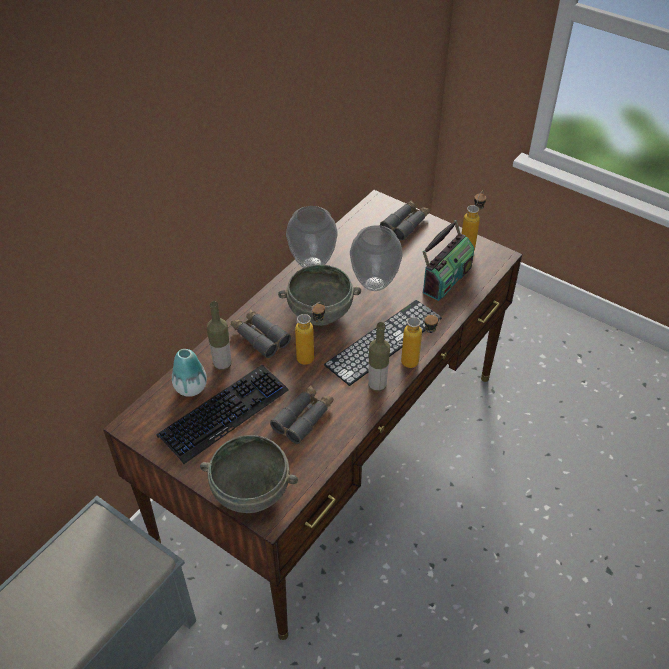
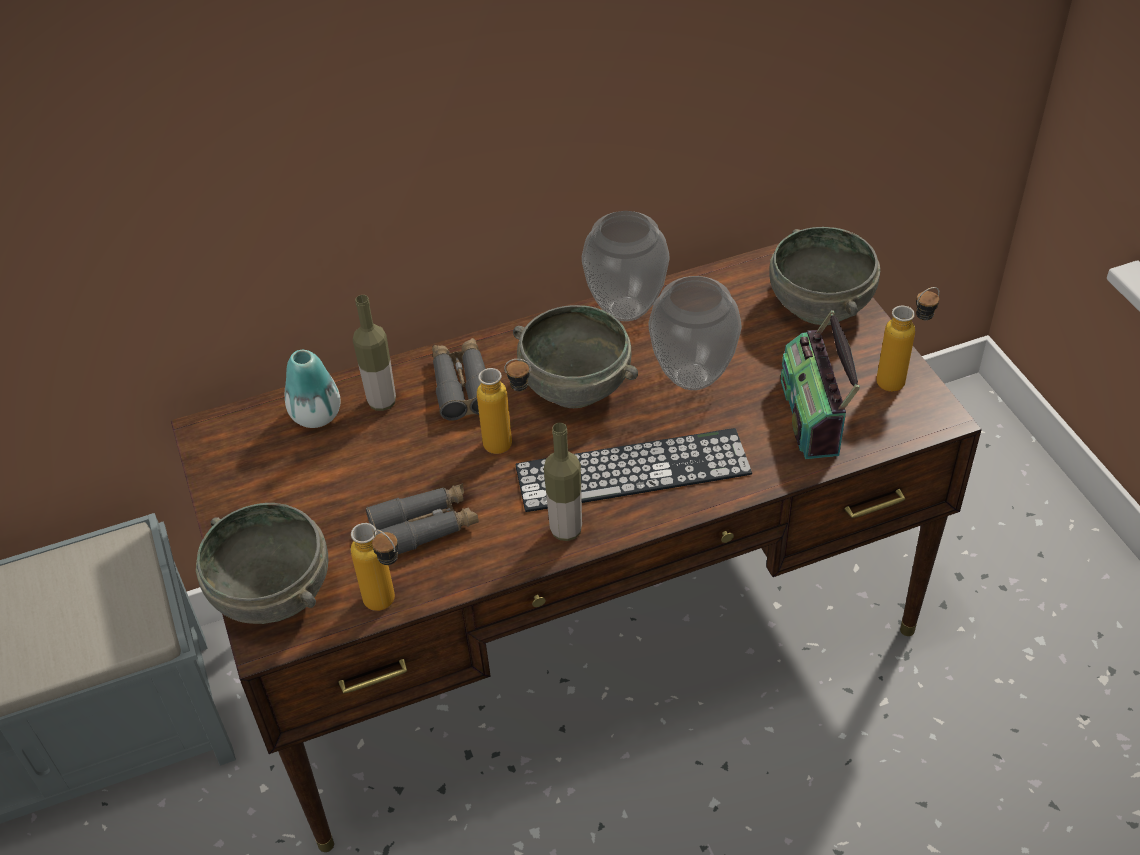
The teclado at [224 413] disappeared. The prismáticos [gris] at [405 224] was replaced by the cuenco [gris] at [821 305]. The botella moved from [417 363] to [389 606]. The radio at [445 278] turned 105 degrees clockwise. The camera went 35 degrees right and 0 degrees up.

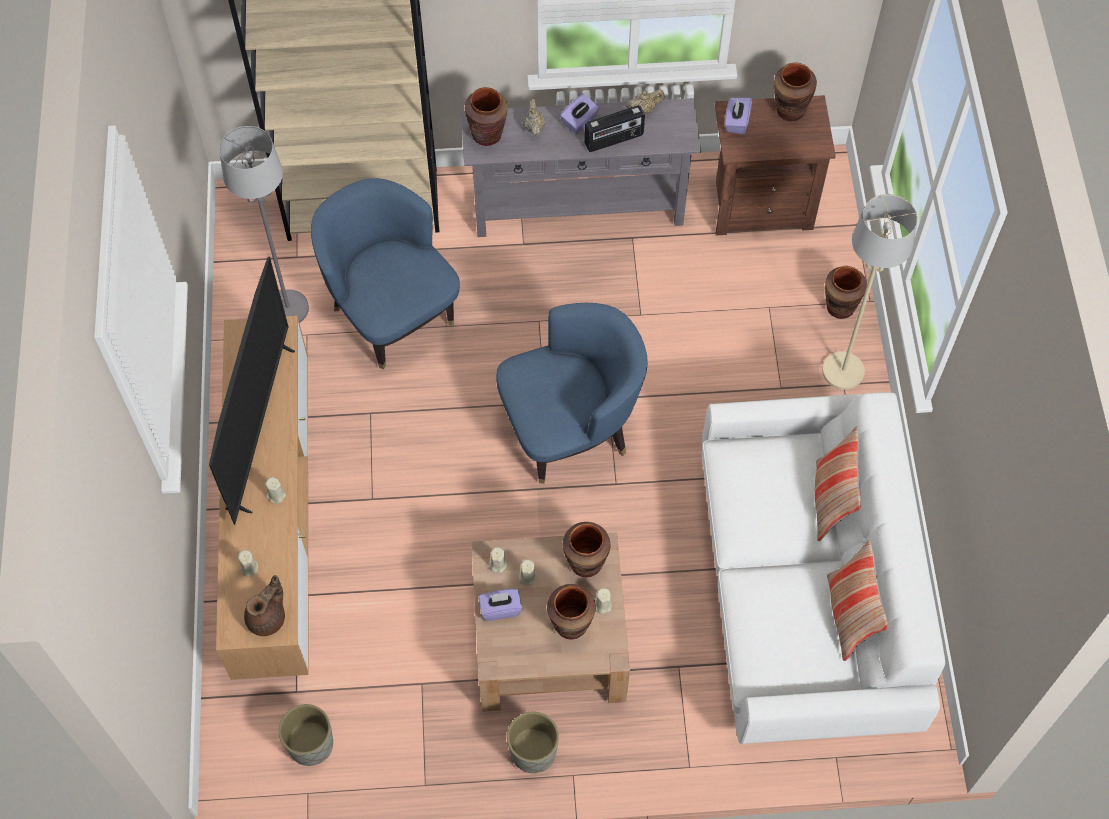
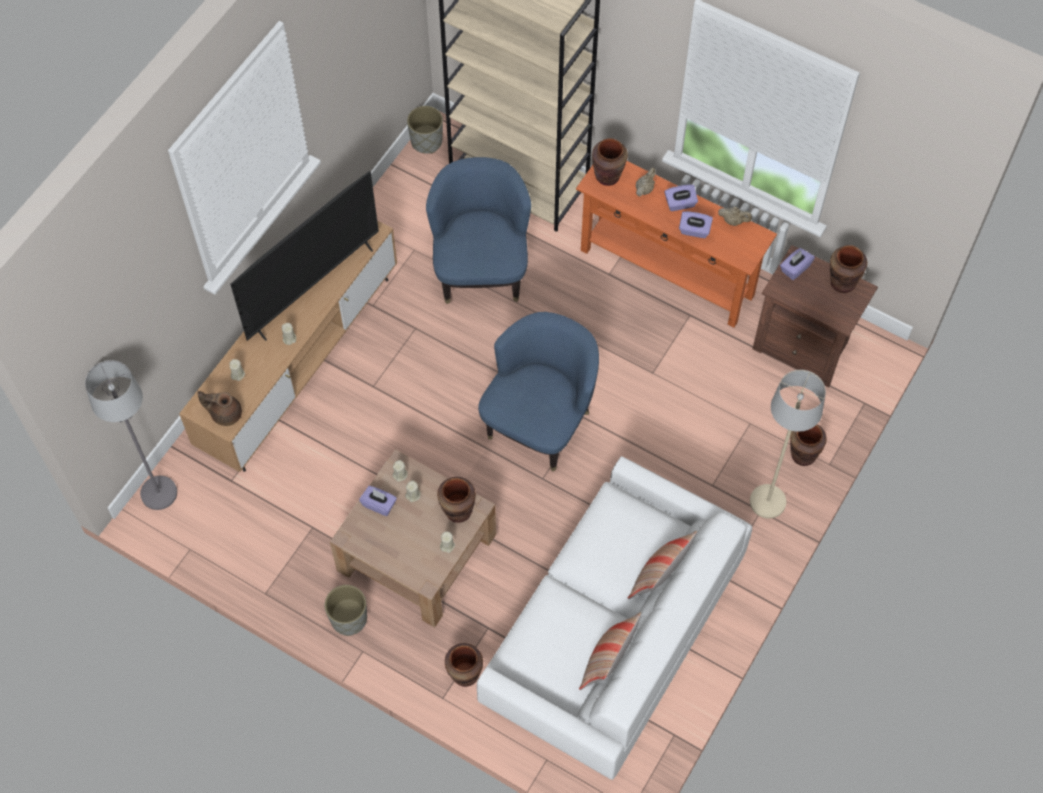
The lámpara de pie [gris] moved from [288 309] to [159 493]. The tetera [marrón] at [268 618] turned 150 degrees counterclockwise. The maceta [gris] moved from [310 745] to [426 142]. The mesa consola [gris] at [578 209] became the mesa consola [naranja] at [667 272]. The sillón [azul] at [570 430] turned 75 degrees counterclockwise. The florero [marrón] moved from [571 625] to [465 674]. The radio at [614 140] was replaced by the caja de pañuelos [morado] at [694 230]. The camera went 35 degrees right and 0 degrees up.

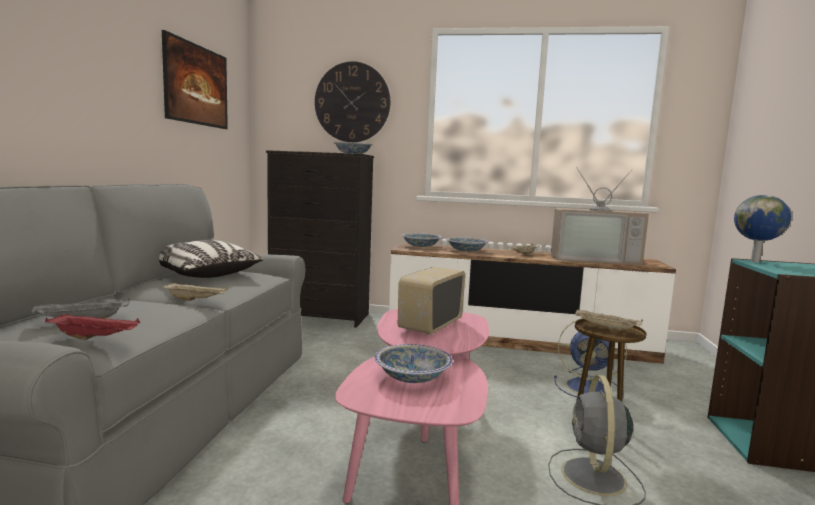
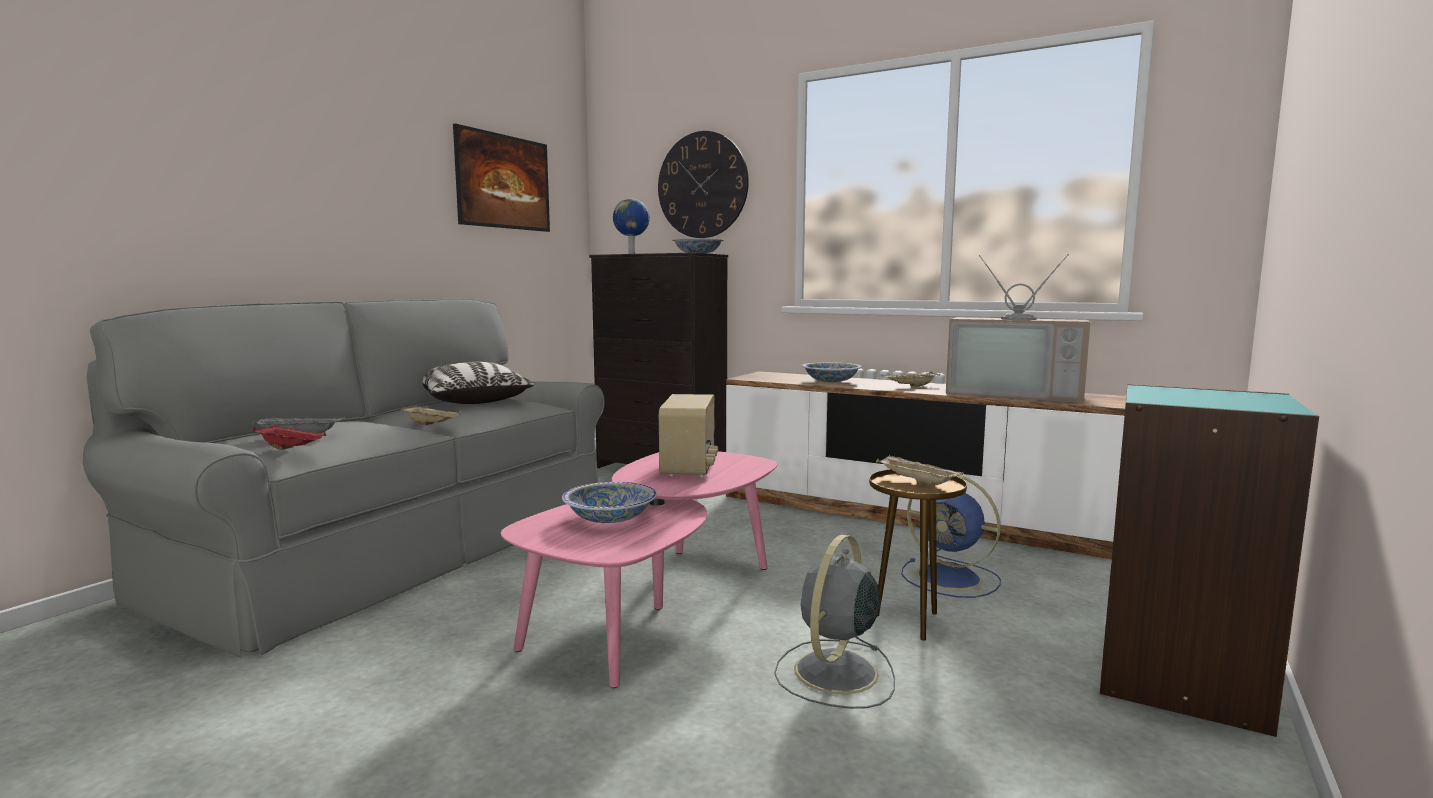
The radio at [430 325] turned 135 degrees clockwise. The cuenco at [421 246] disappeared. The globo terráqueo moved from [755 261] to [632 253]. The camera went 20 degrees right and 0 degrees up.

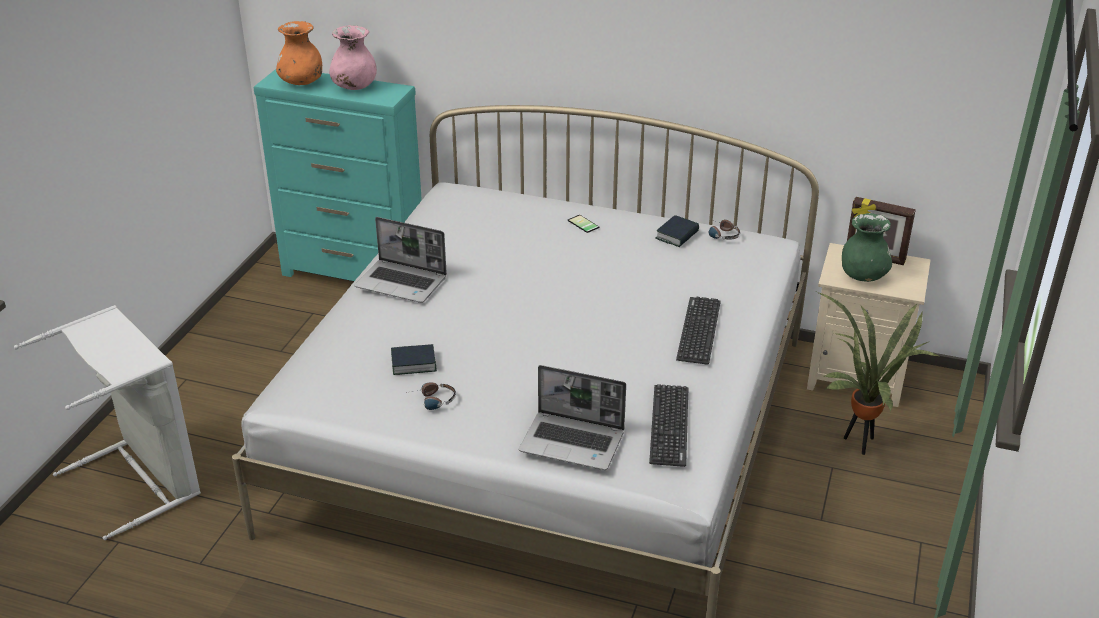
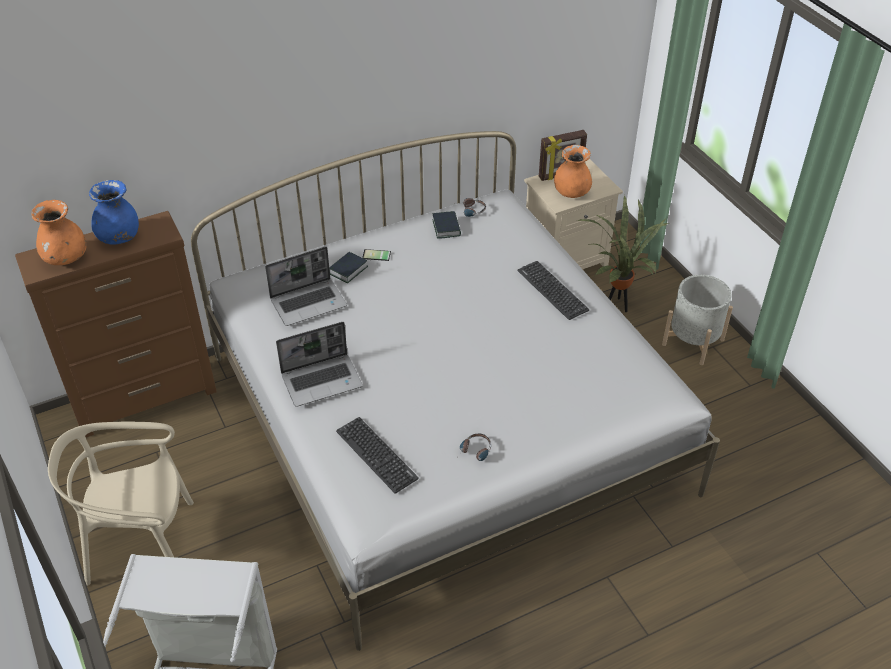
The cómoda [turquesa] at [355 275] became the cómoda [marrón] at [146 399]. The florero [rosa] at [354 87] became the florero [azul] at [119 238]. The libro moved from [413 363] to [348 270]. The portátil moved from [573 442] to [309 302]. The teclado moved from [669 425] to [376 455]. The florero [verde] at [862 276] became the florero [naranja] at [571 193]. The silla [beis] at [143 546] appeared. The maceta [gris] at [693 342] appeared. The camera went 45 degrees left and 10 degrees up.

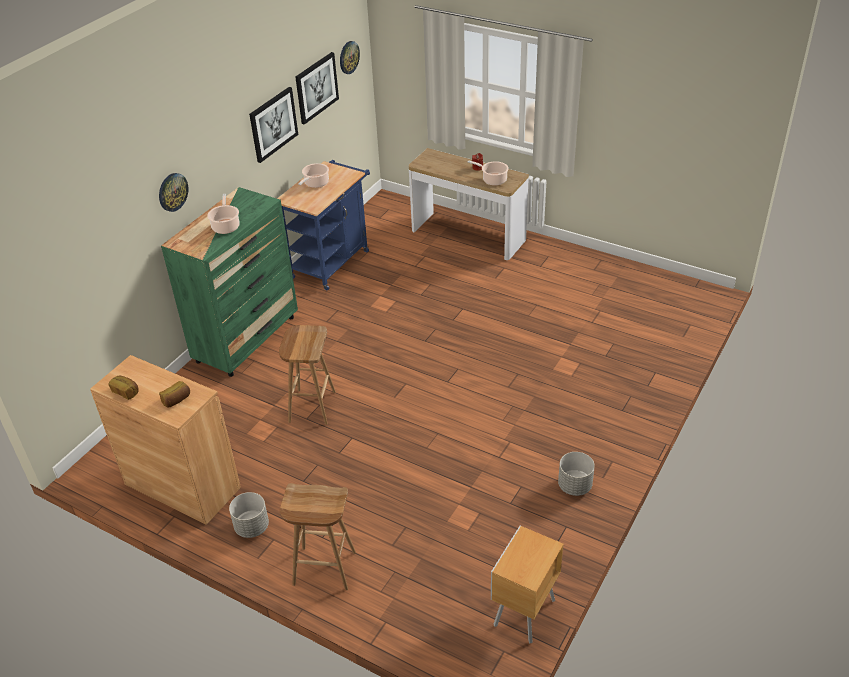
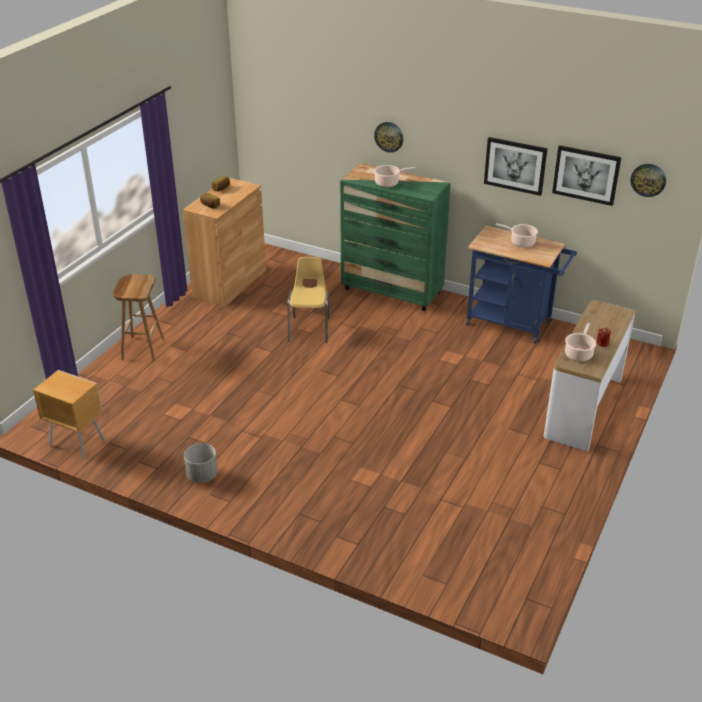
The maceta [gris] at [252 527] disappeared. The taburete [marrón] at [311 406] was replaced by the silla [amarillo] at [310 329]. The camera went 85 degrees right and 5 degrees down.

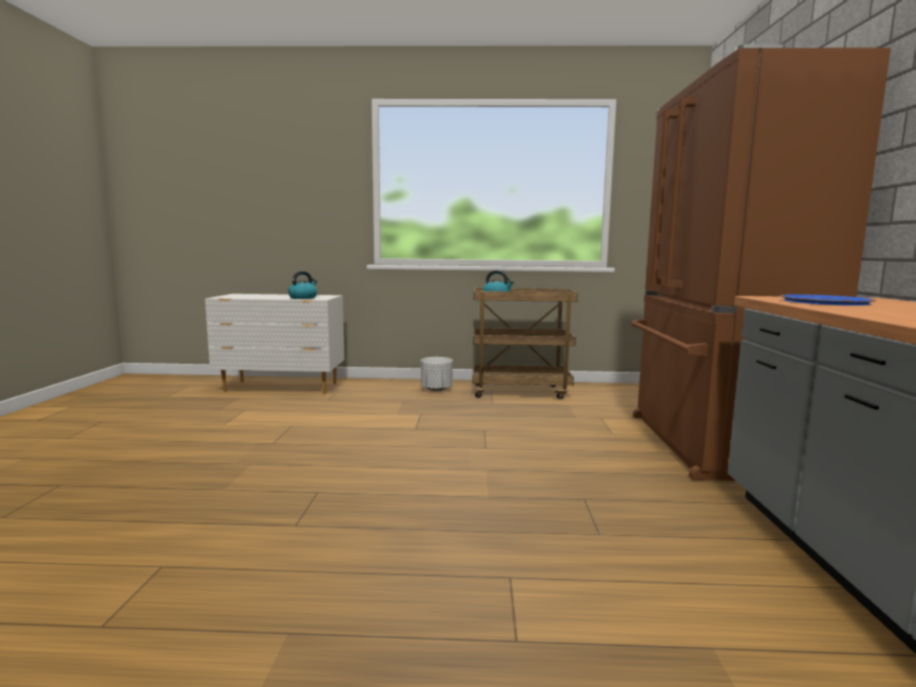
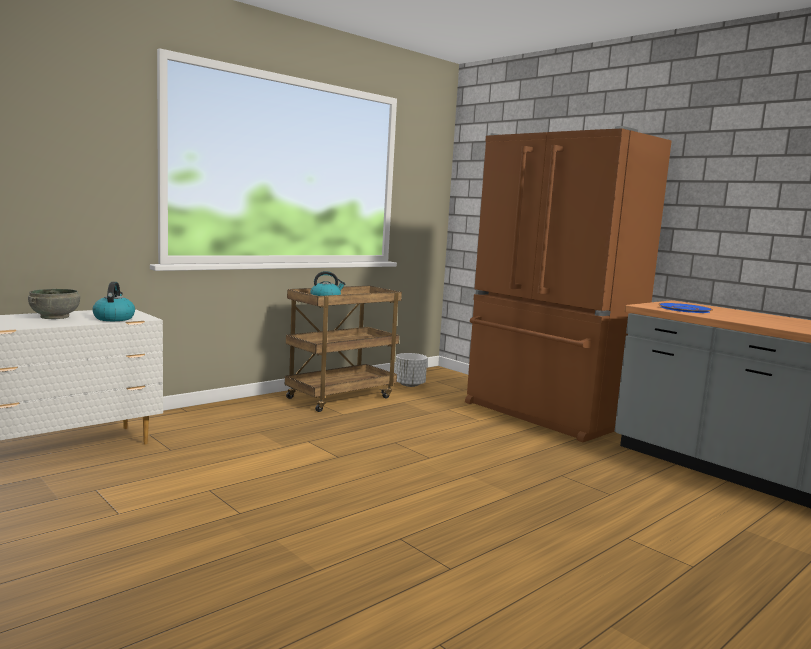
The maceta [blanco] moved from [436 389] to [410 385]. The cuenco [gris] at [55 317] appeared. The camera went 45 degrees left and 0 degrees up.

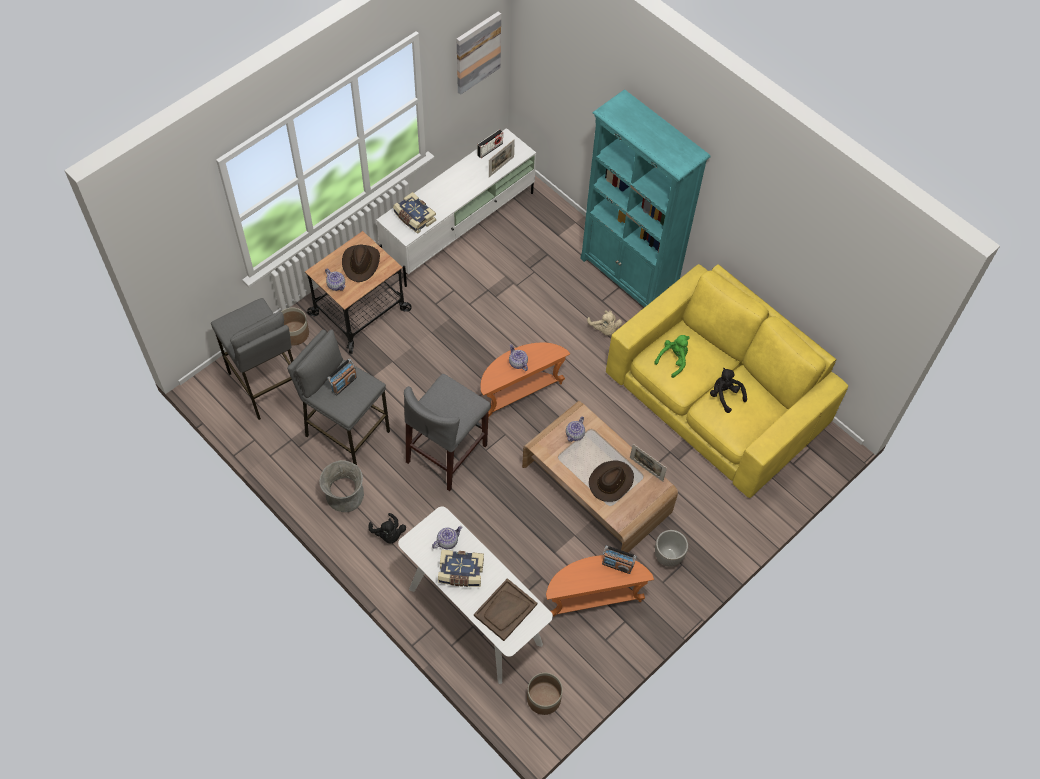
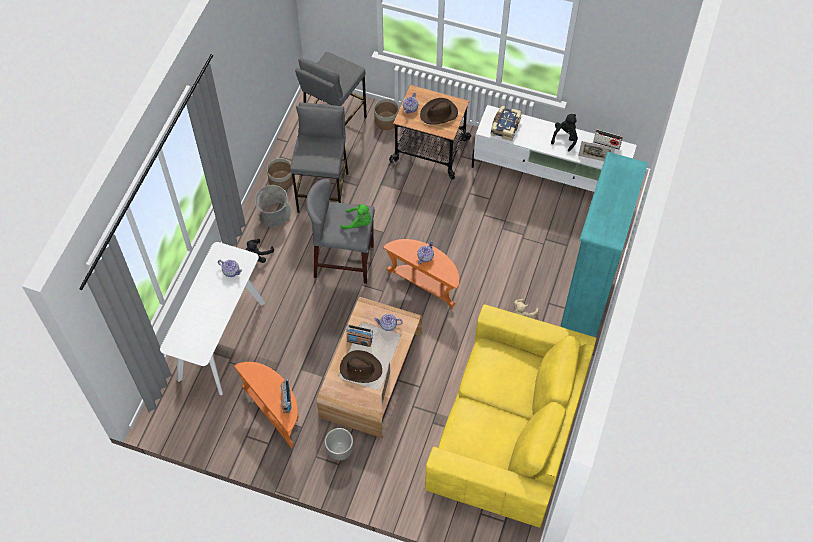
The radio moved from [344 384] to [359 341]. The libro at [461 573] disappeared. The cuadro at [477 52] disappeared. The bandeja [marrón] at [505 610] disappeared. The maceta moved from [544 698] to [281 181]. The peluche [verde] moved from [673 360] to [358 223]. The peluche [negro] moved from [725 395] to [565 138]. The camera went 65 degrees right and 0 degrees up.

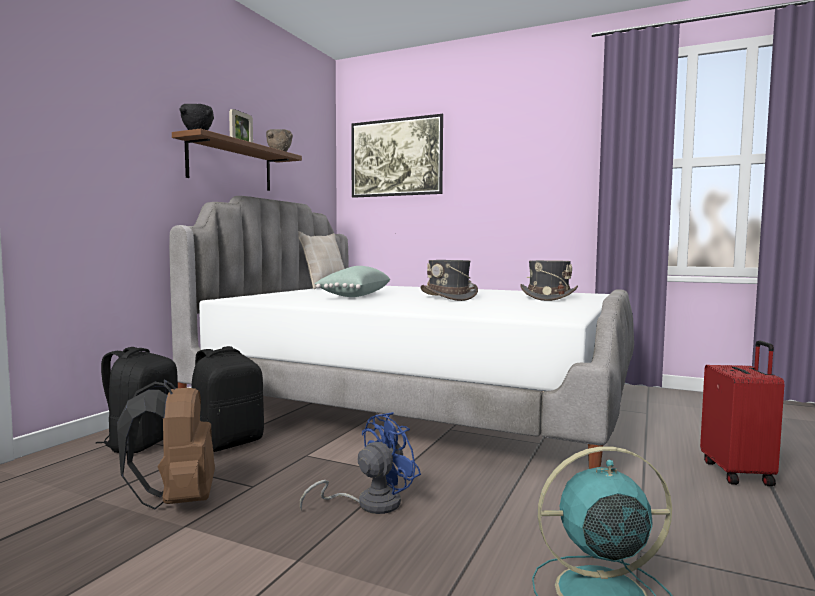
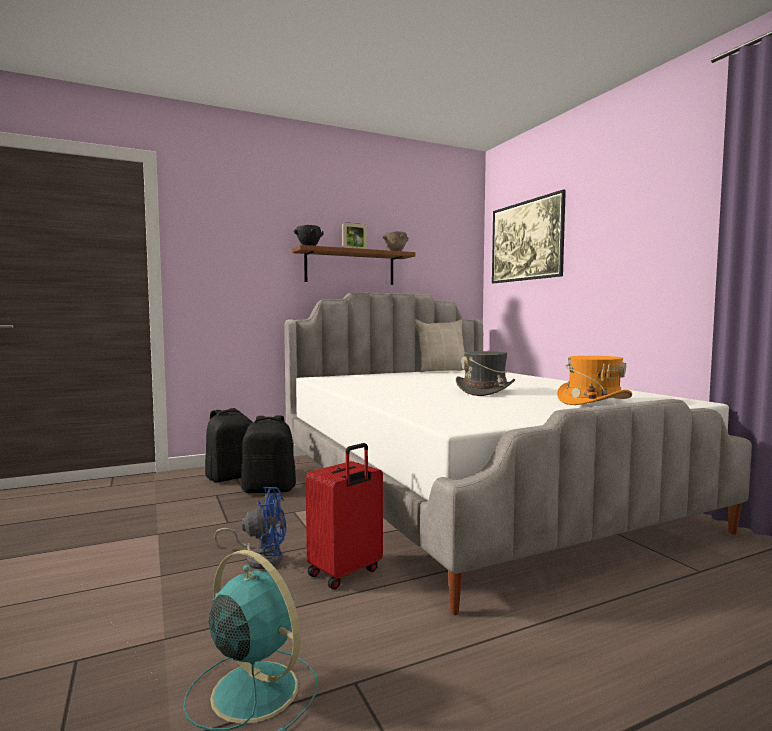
The mochila [marrón] at [177 500] disappeared. The cojín [verde] at [354 296] disappeared. The sombrero [gris] at [548 298] became the sombrero [naranja] at [593 401]. The maleta [rojo] moved from [738 473] to [345 573]. The camera went 40 degrees right and 0 degrees up.

